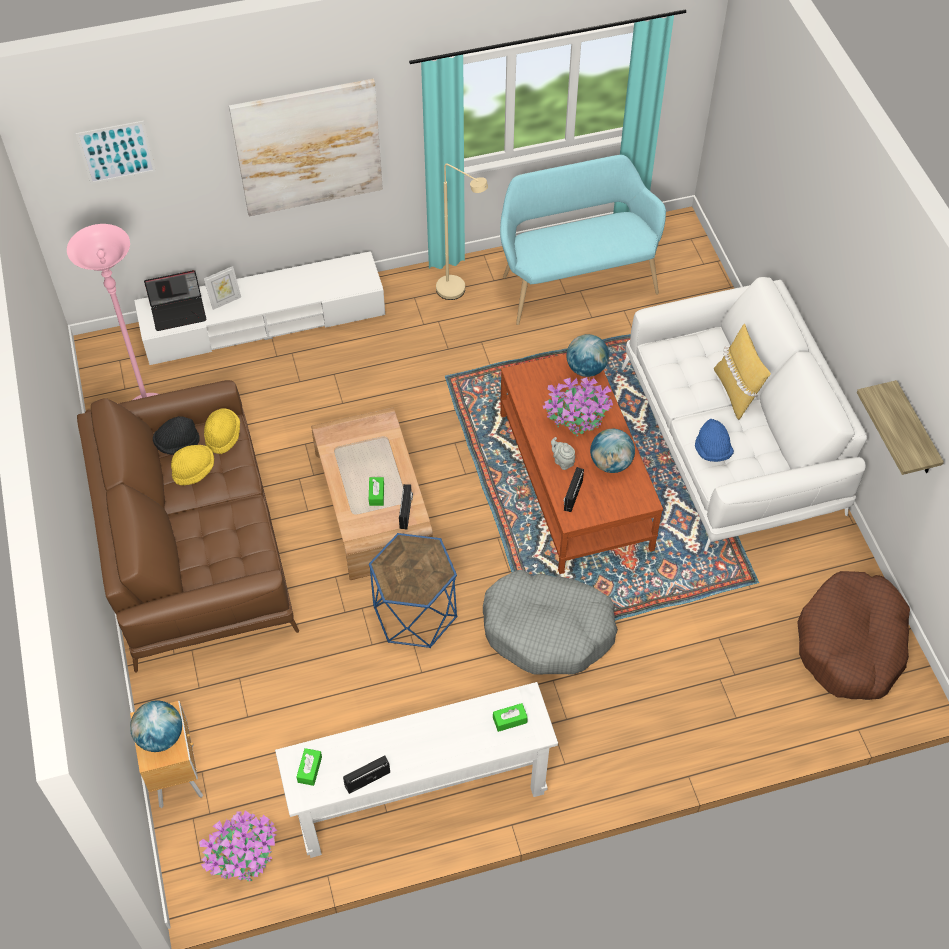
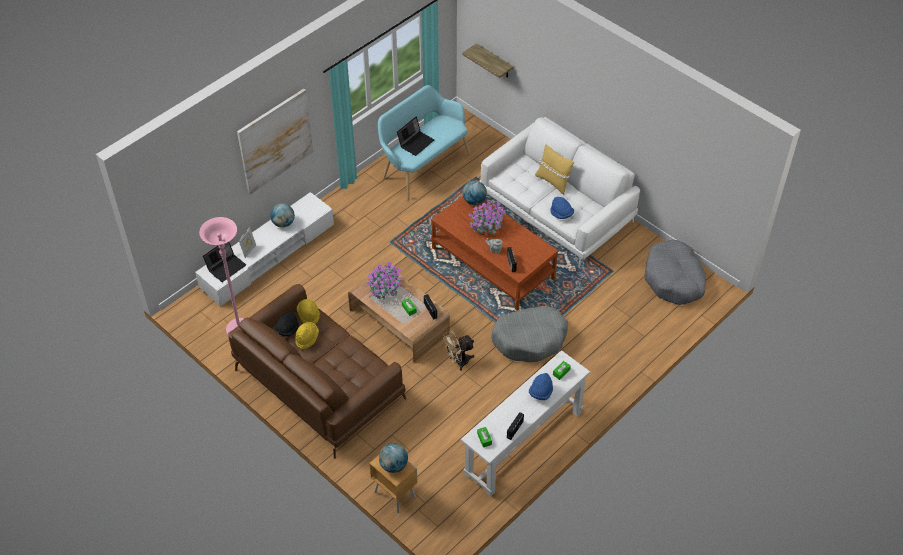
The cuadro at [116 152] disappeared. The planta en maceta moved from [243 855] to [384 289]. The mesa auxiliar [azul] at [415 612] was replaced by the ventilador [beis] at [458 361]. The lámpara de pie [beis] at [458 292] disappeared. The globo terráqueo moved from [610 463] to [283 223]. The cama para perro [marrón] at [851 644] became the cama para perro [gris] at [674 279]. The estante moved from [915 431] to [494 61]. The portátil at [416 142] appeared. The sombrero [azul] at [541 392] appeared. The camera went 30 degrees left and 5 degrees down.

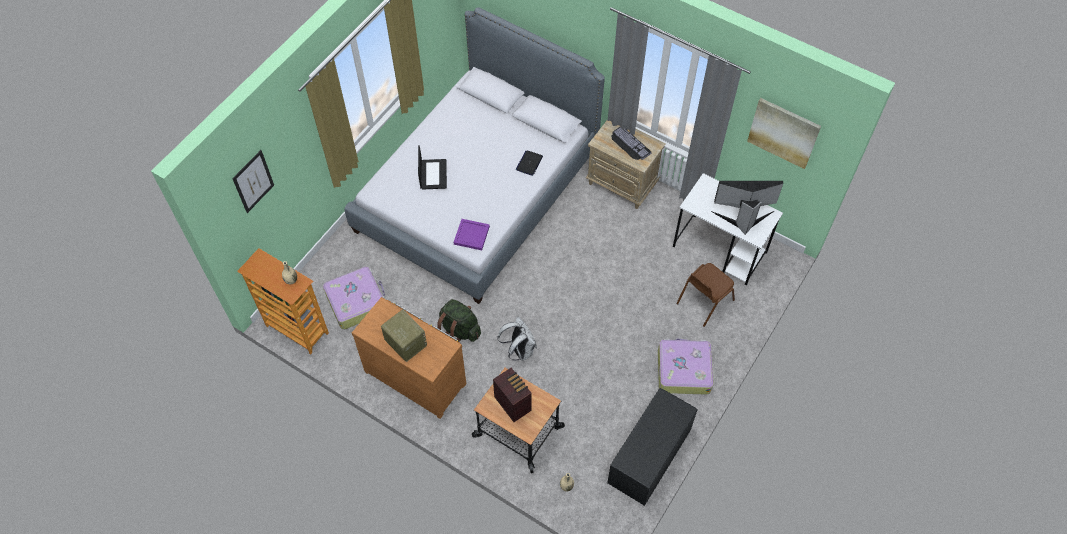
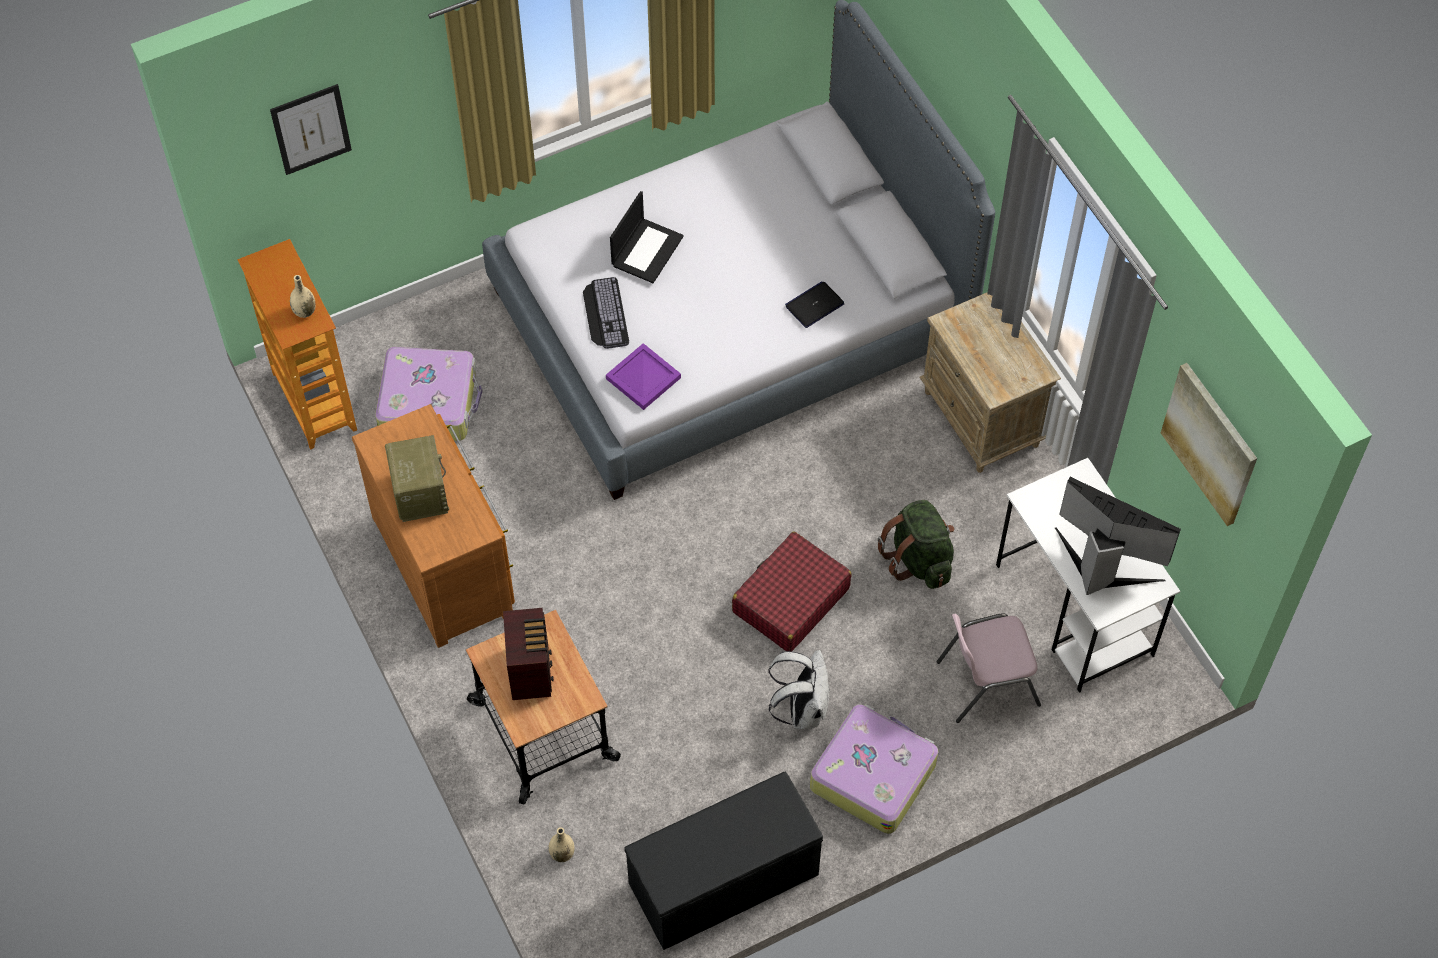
The mochila [verde] moved from [459 330] to [918 559]. The mochila [blanco] moved from [519 350] to [802 709]. The teclado moved from [629 144] to [604 313]. The silla [marrón] at [704 302] became the silla [rosa] at [986 682]. The maleta [rojo] at [790 600] appeared. The camera went 30 degrees right and 0 degrees up.

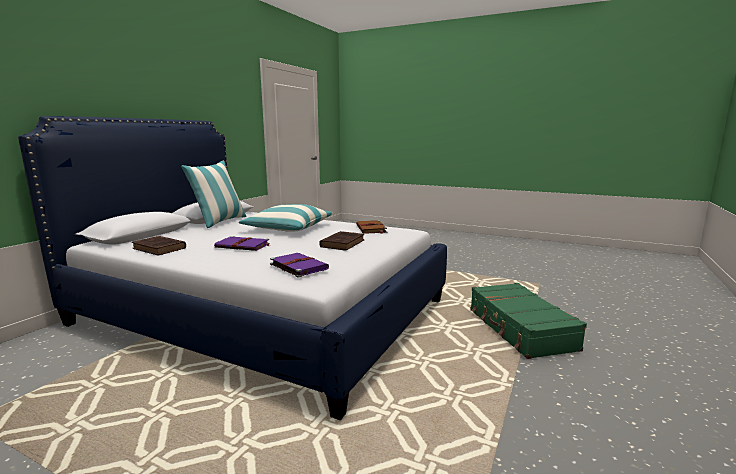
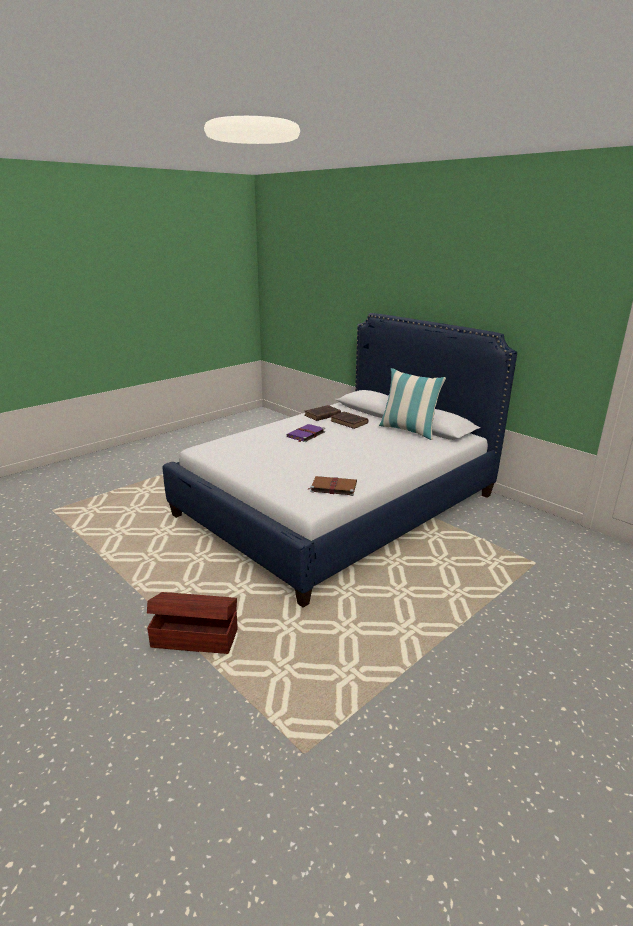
The cojín at [288 228] disappeared. The libro [morado] at [298 266] disappeared. The libro [marrón] moved from [343 243] to [349 422]. The maleta [verde] at [520 329] was replaced by the caja de almacenaje [marrón] at [194 637]. The camera went 110 degrees right and 10 degrees up.

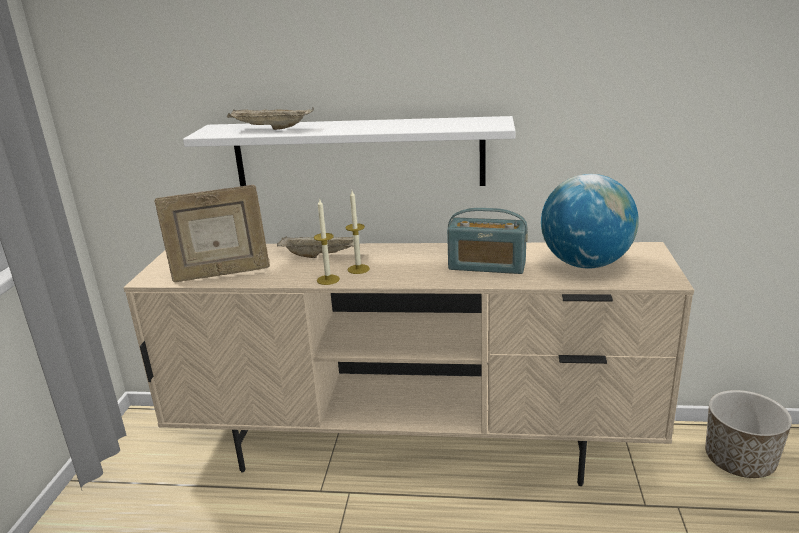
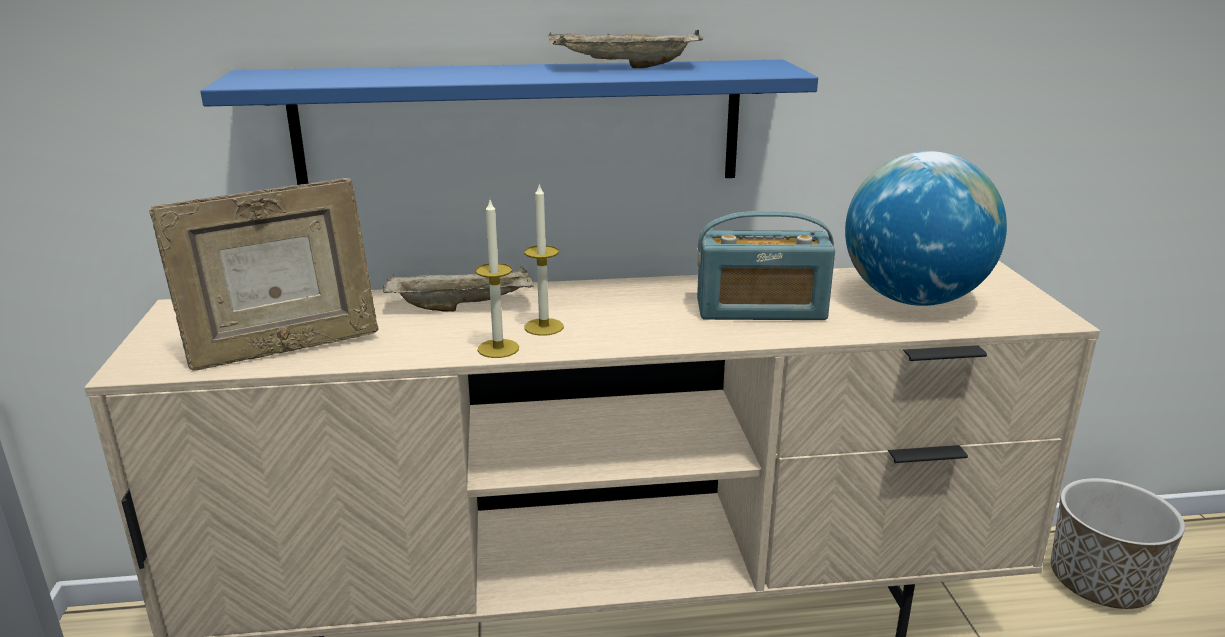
The estante [blanco] at [358 154] became the estante [azul] at [520 125]. The bandeja [beis] moved from [270 129] to [623 67]. The camera went 15 degrees left and 0 degrees up.

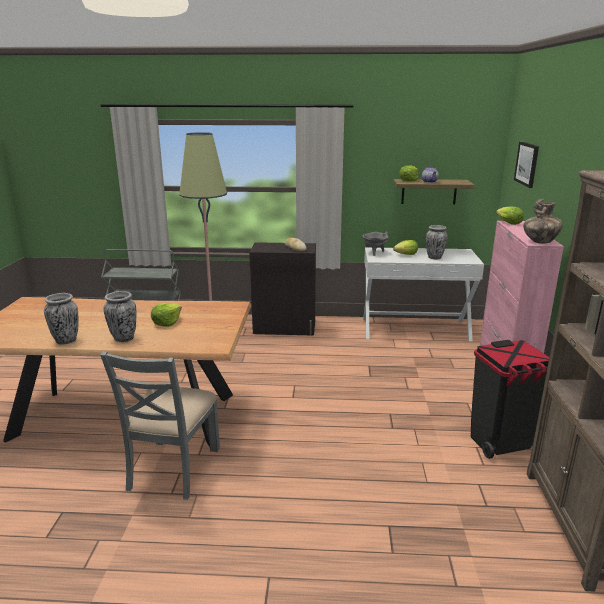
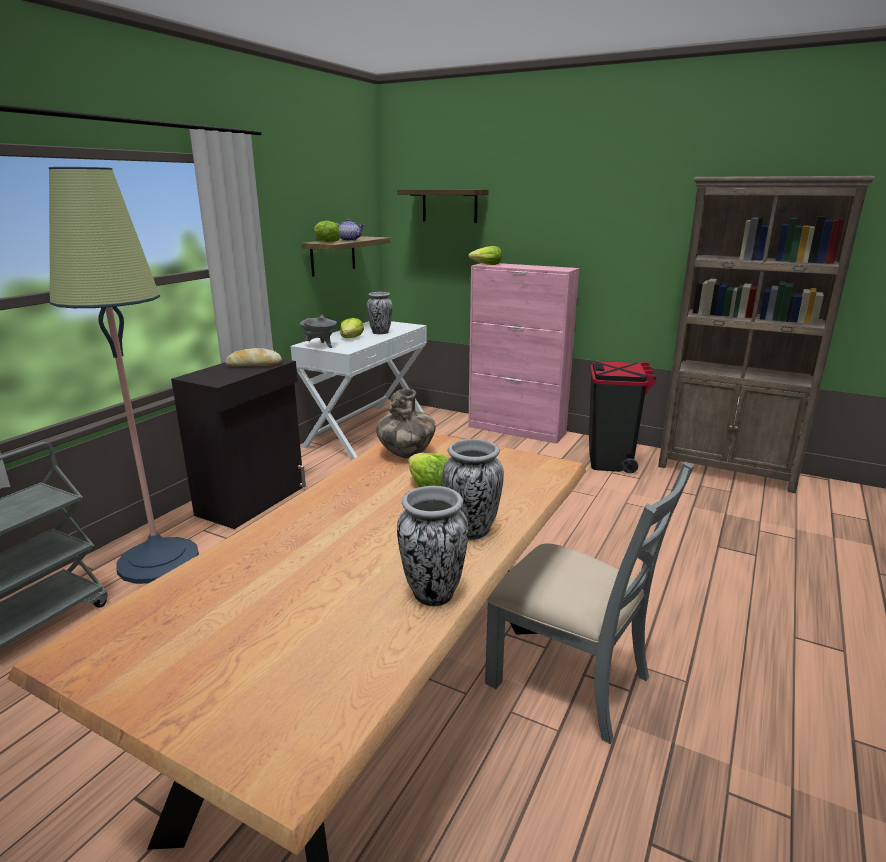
The cuadro at [527 164] was replaced by the estante at [449 205]. The florero moved from [540 242] to [407 454]. The camera went 65 degrees left and 0 degrees up.

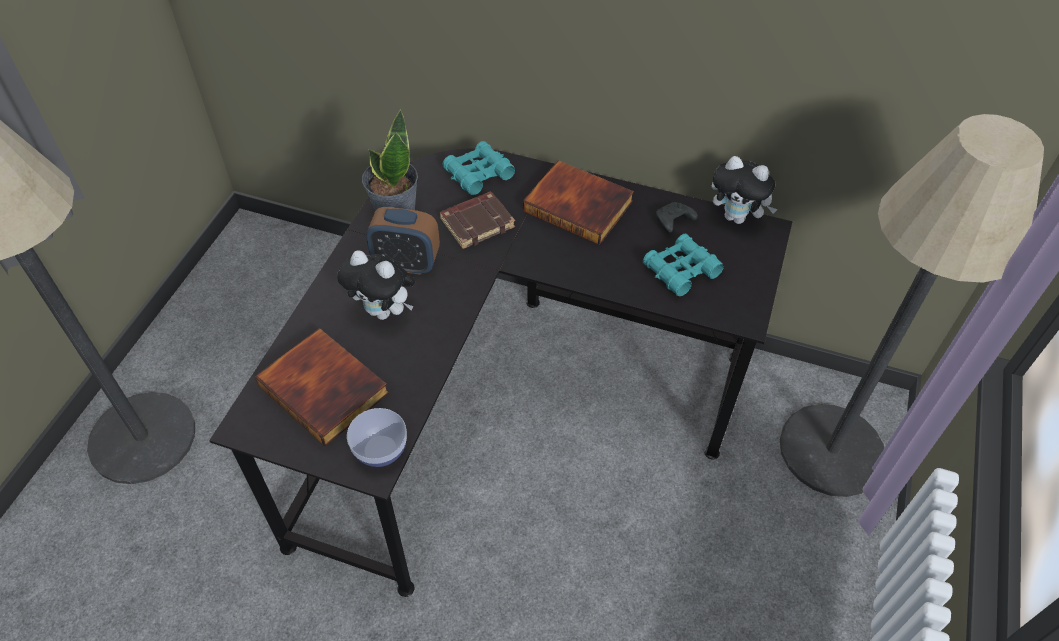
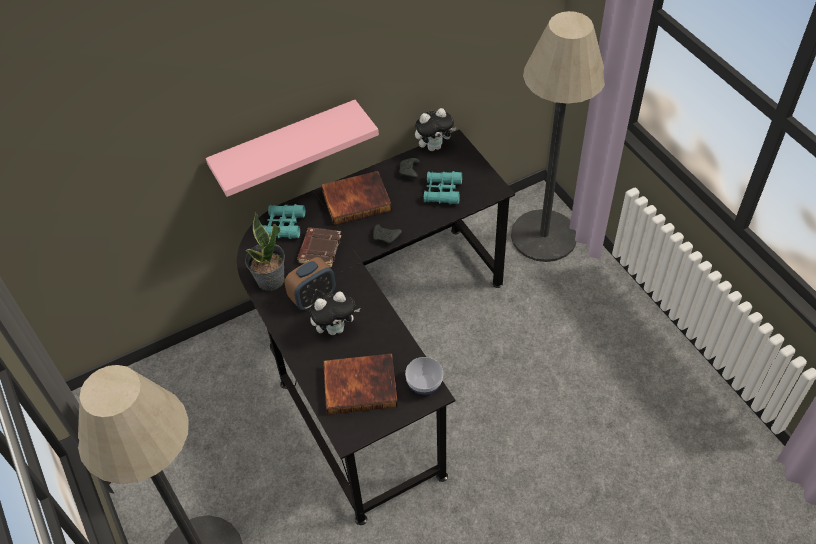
The estante [rosa] at [285 146] appeared. The mando de consola [negro] at [386 237] appeared. The camera went 45 degrees left and 0 degrees up.

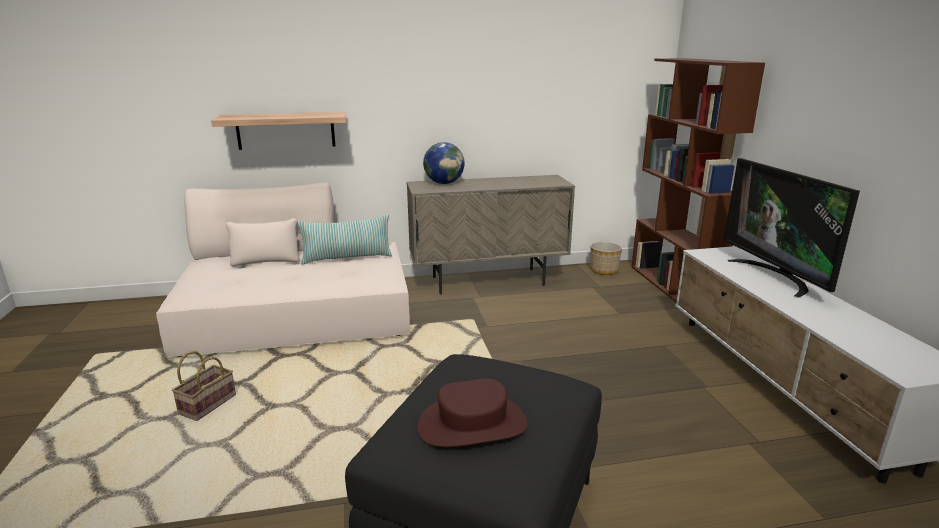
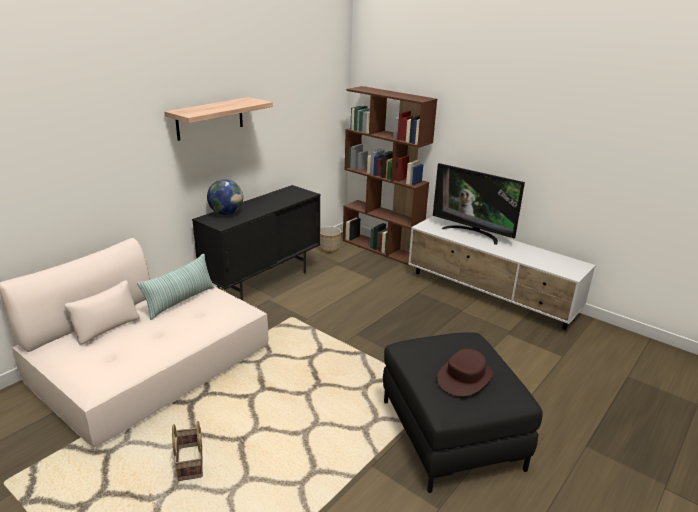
The estante moved from [286 130] to [210 118]. The armario [beis] at [488 281] became the armario [negro] at [263 282]. The camera went 40 degrees left and 5 degrees up.

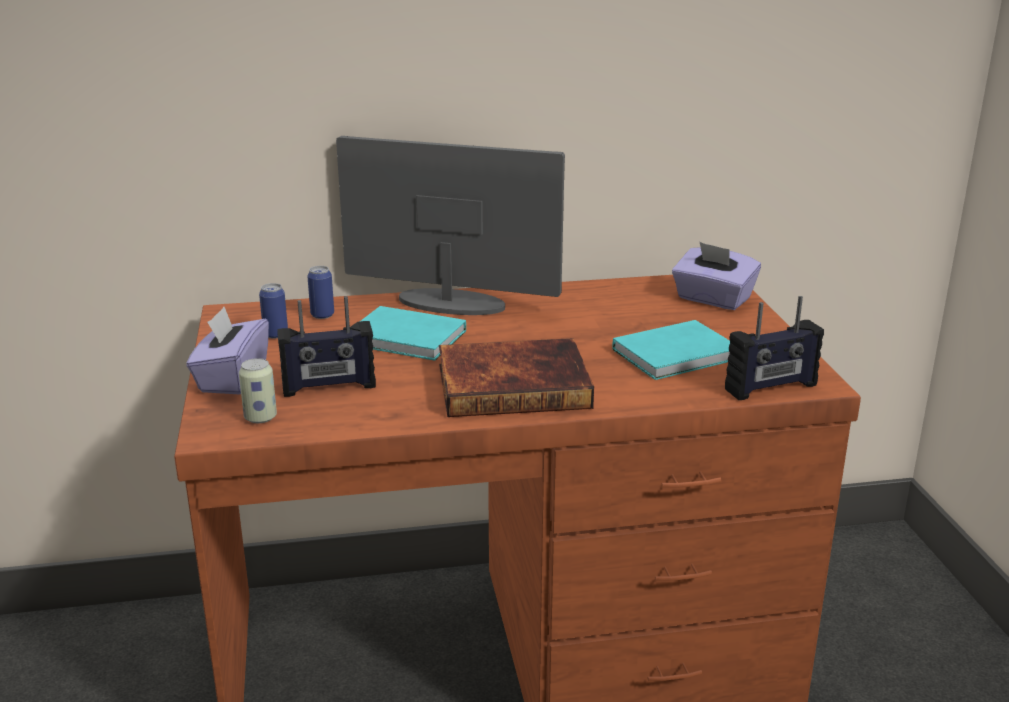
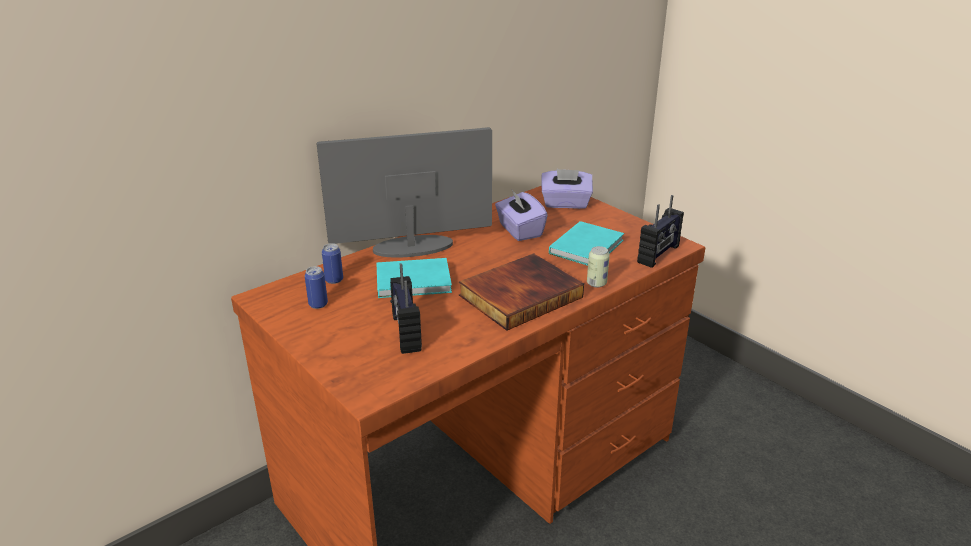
The caja de pañuelos [morado] moved from [232 378] to [519 230]. The lata moved from [260 418] to [596 283]. The radio at [329 387] turned 120 degrees clockwise. The camera went 30 degrees left and 5 degrees up.

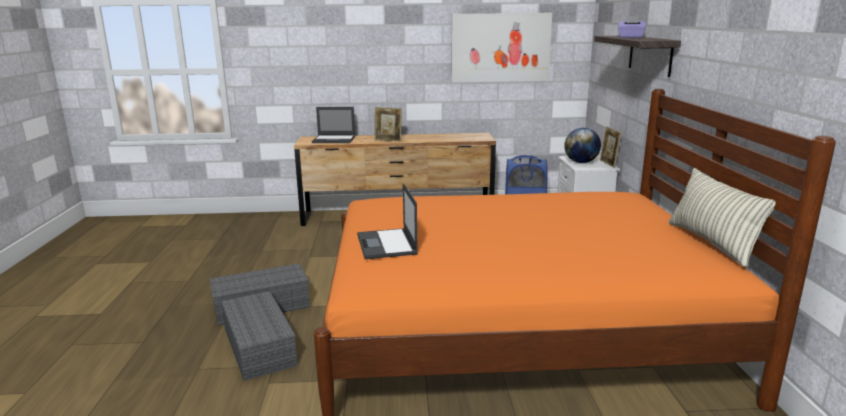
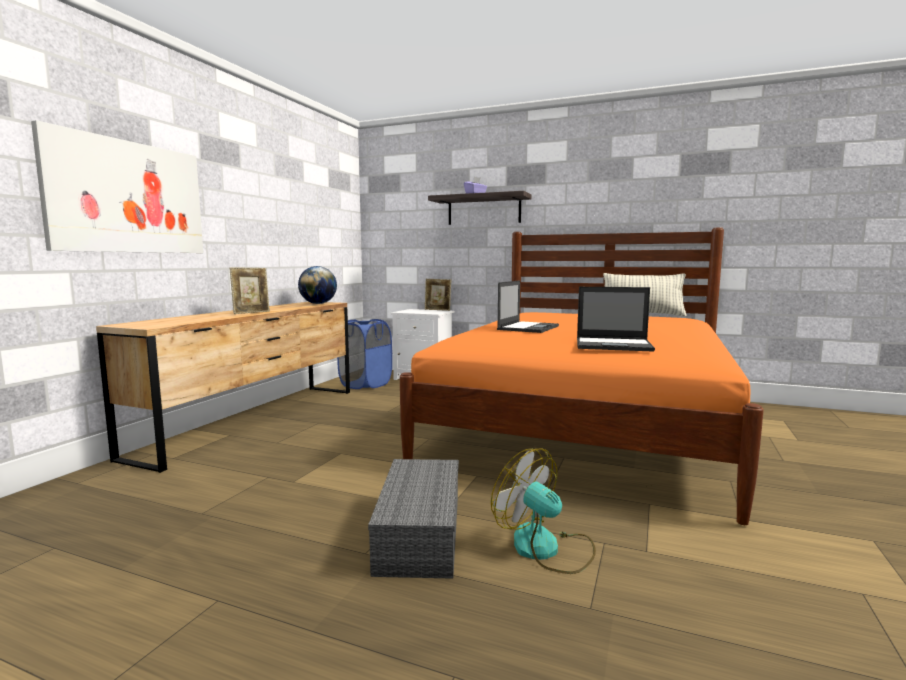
The caja de almacenaje [gris] at [258 346] was replaced by the ventilador at [546 549]. The portátil moved from [334 139] to [528 327]. The cuadro moved from [500 47] to [128 197]. The globo terráqueo moved from [581 162] to [318 303]. The camera went 65 degrees left and 10 degrees down.

